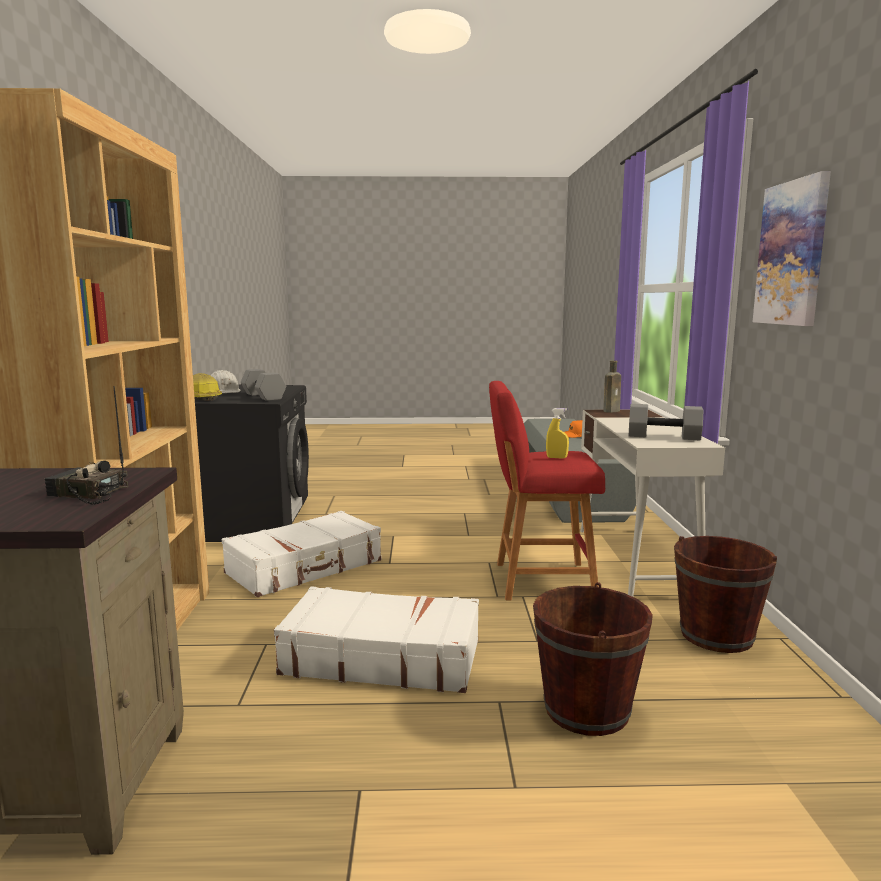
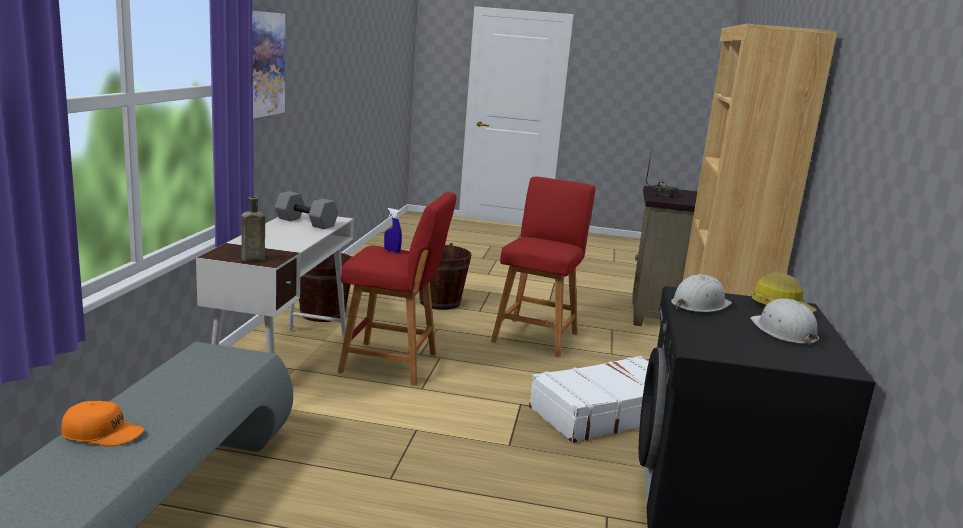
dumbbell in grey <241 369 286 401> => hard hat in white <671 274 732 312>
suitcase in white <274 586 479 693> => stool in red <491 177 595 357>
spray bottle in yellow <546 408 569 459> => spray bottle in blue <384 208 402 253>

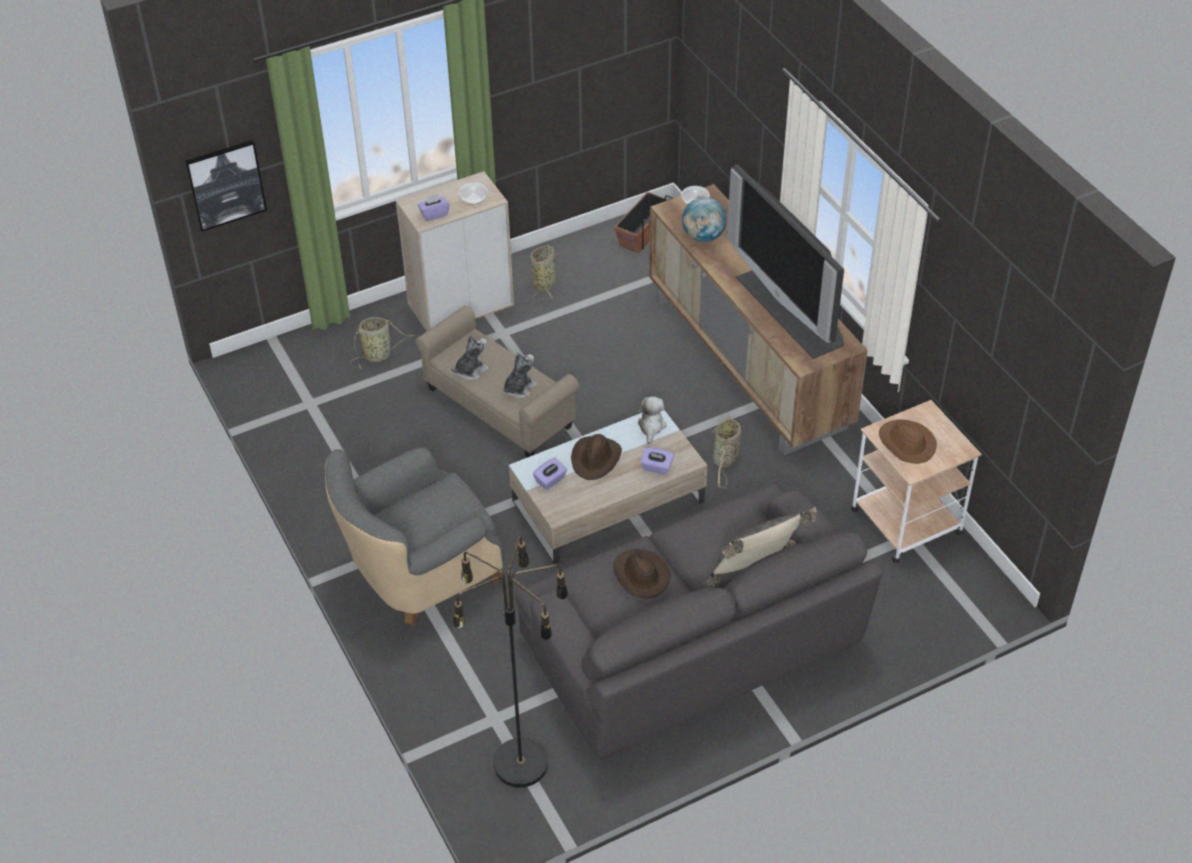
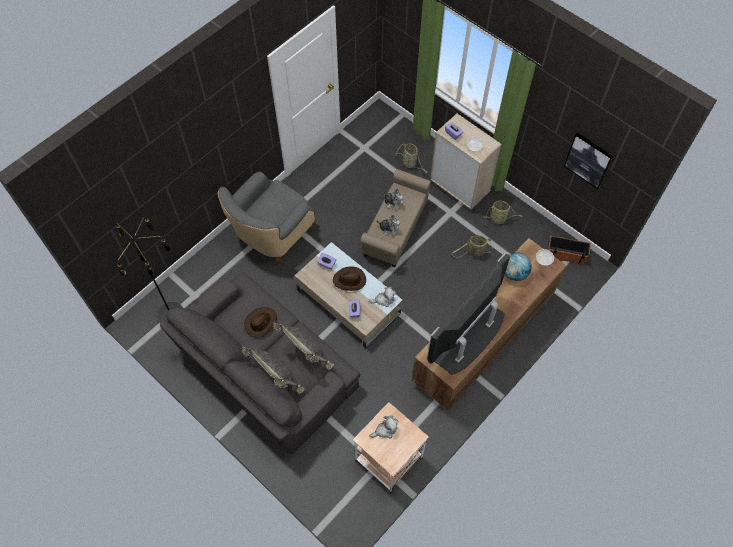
picture <185 140 267 231> => picture <564 133 613 189>, move
armchair in grey <325 447 504 626> => armchair in grey <218 172 315 262>, 90 degrees counterclockwise
basket <710 414 741 488> => basket <452 235 493 257>, move
hat in brown <879 420 937 464> => plush toy <369 416 399 438>
nothing => pillow <273 322 335 370>

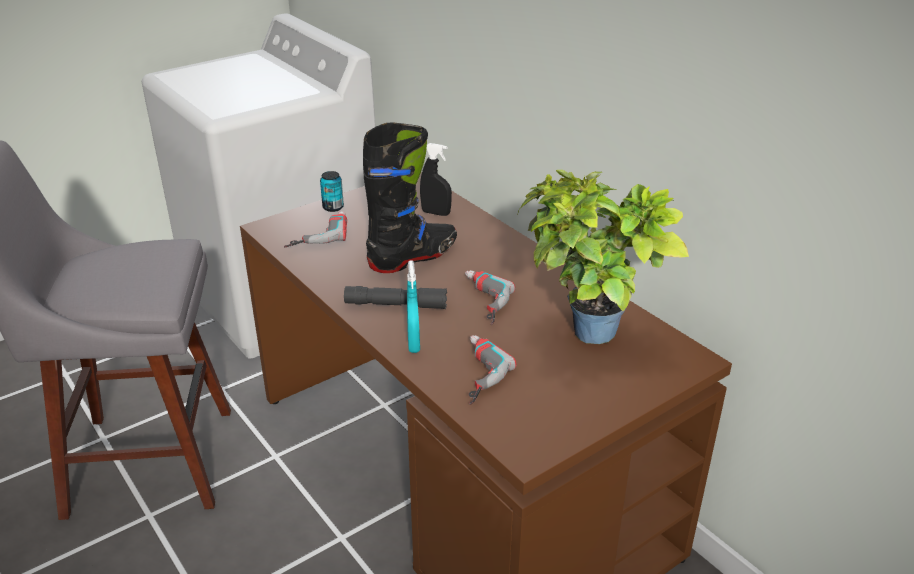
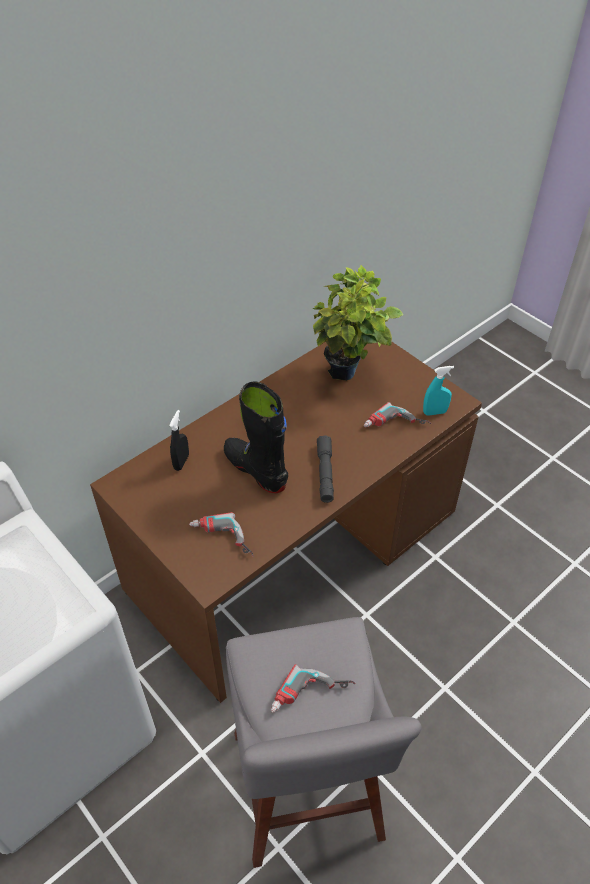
can <320 171 344 212> => nothing
spray bottle in turquoise <407 260 420 353> => spray bottle in turquoise <423 366 454 416>, move
power drill <465 270 515 325> => power drill <271 664 356 713>, move

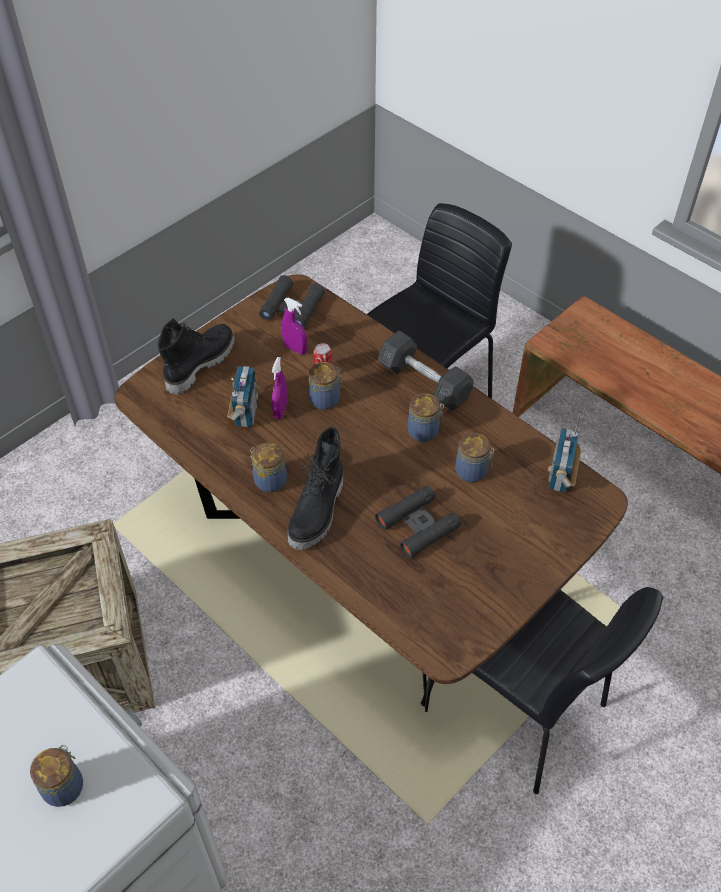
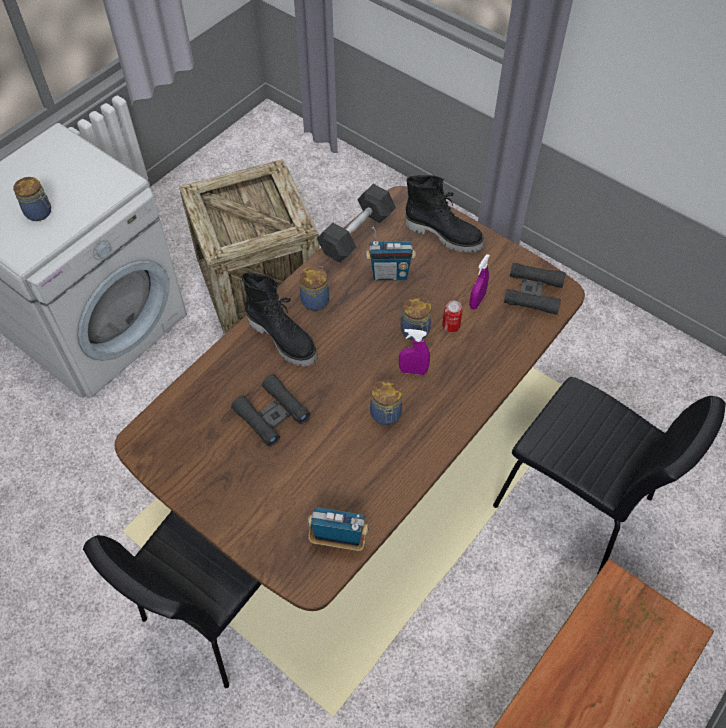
spray bottle in purple <272 357 288 419> => spray bottle in purple <399 329 430 375>, move
boot in black <288 427 343 550> => boot in black <241 273 318 367>, 150 degrees counterclockwise
dumbbell in grey <378 331 474 411> => dumbbell in grey <317 184 396 262>, move
jar <455 433 494 483> => nothing

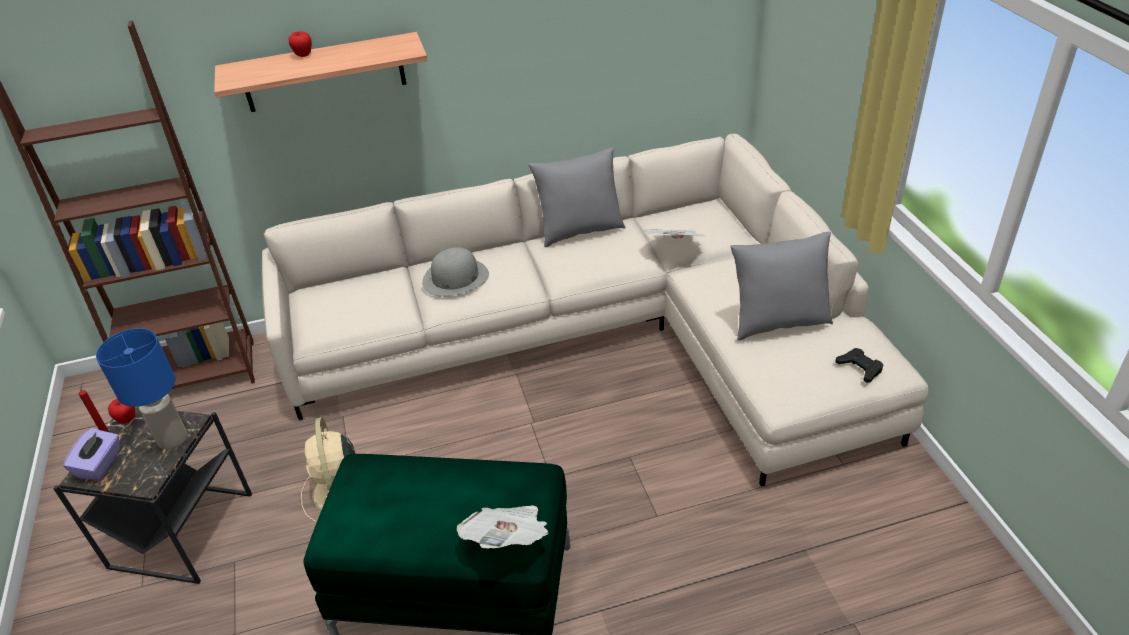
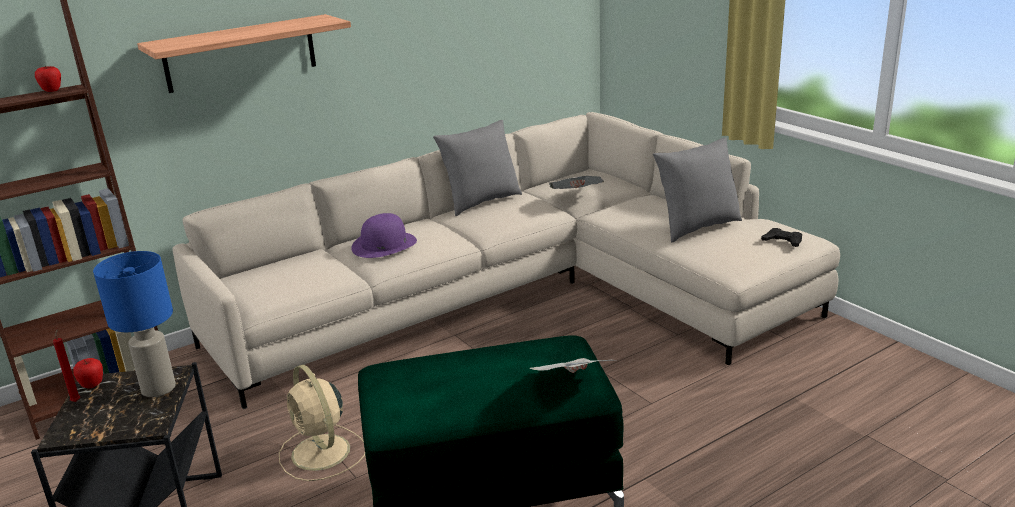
tissue box in purple <63 428 120 480> => nothing
apple <289 31 312 57> => apple <35 65 61 92>, move
hat in grey <422 247 489 297> => hat in purple <351 213 417 258>

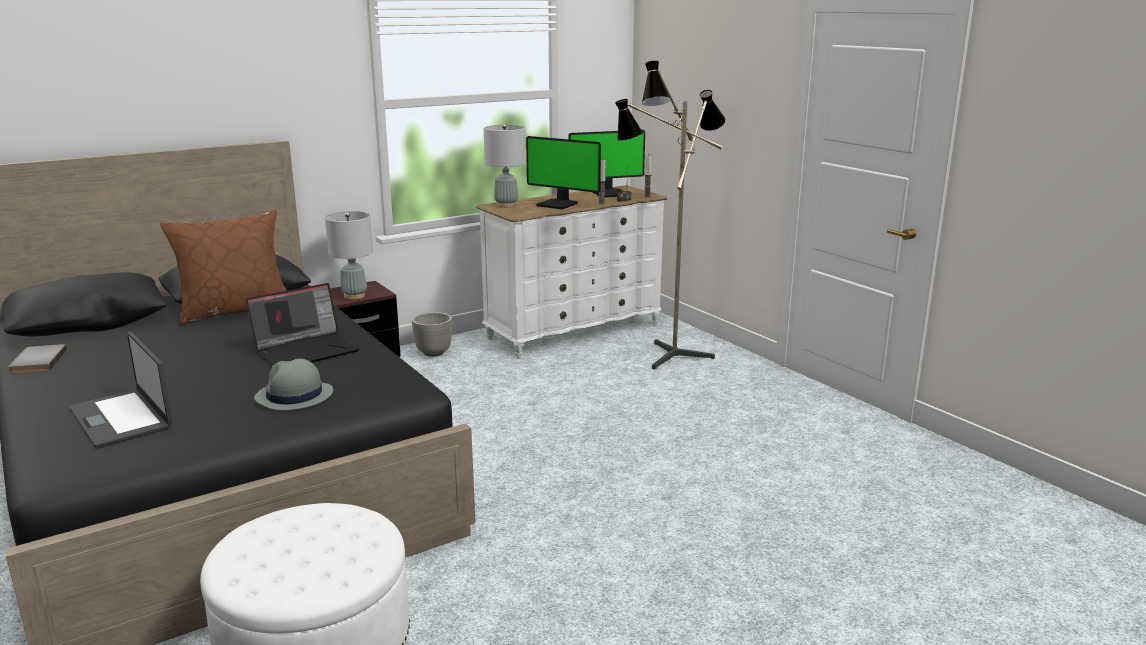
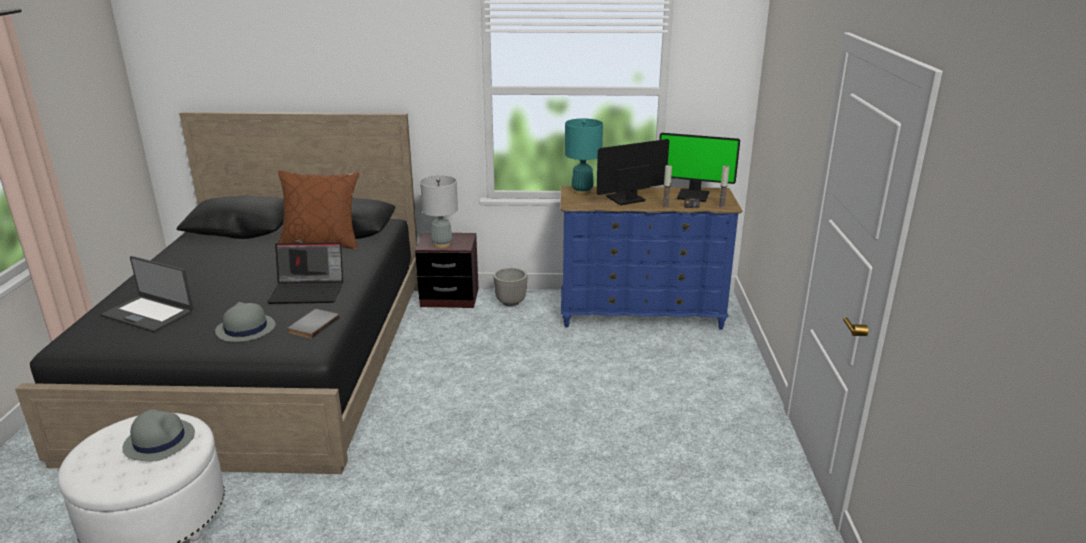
book in grey <8 344 67 373> => book in grey <288 309 340 339>, move
laptop <69 331 173 449> => laptop <101 256 193 332>, 60 degrees counterclockwise
dresser in white <476 185 668 358> => dresser in blue <560 186 743 330>
table lamp in grey <484 124 526 208> => table lamp in turquoise <565 119 603 195>
monitor <526 136 601 209> => monitor <596 139 669 205>, 90 degrees clockwise
floor lamp <615 61 726 369> => nothing
nothing => hat in grey <122 409 195 461>

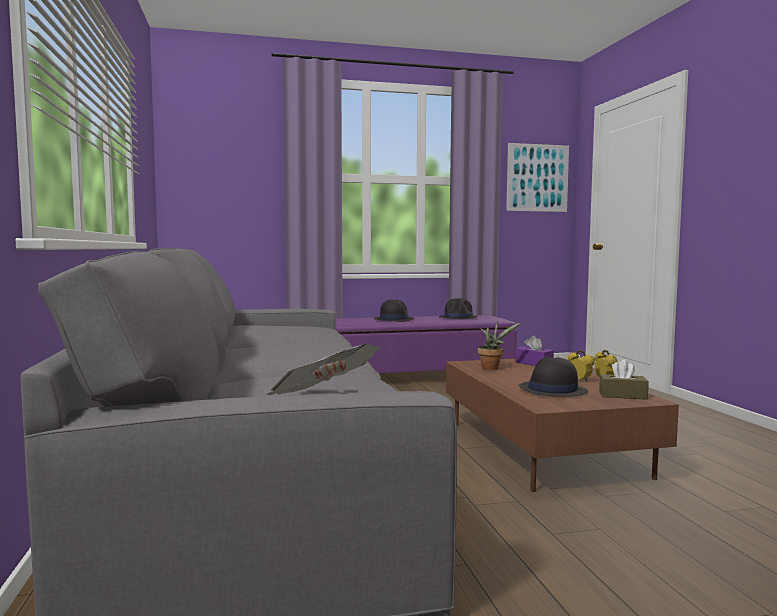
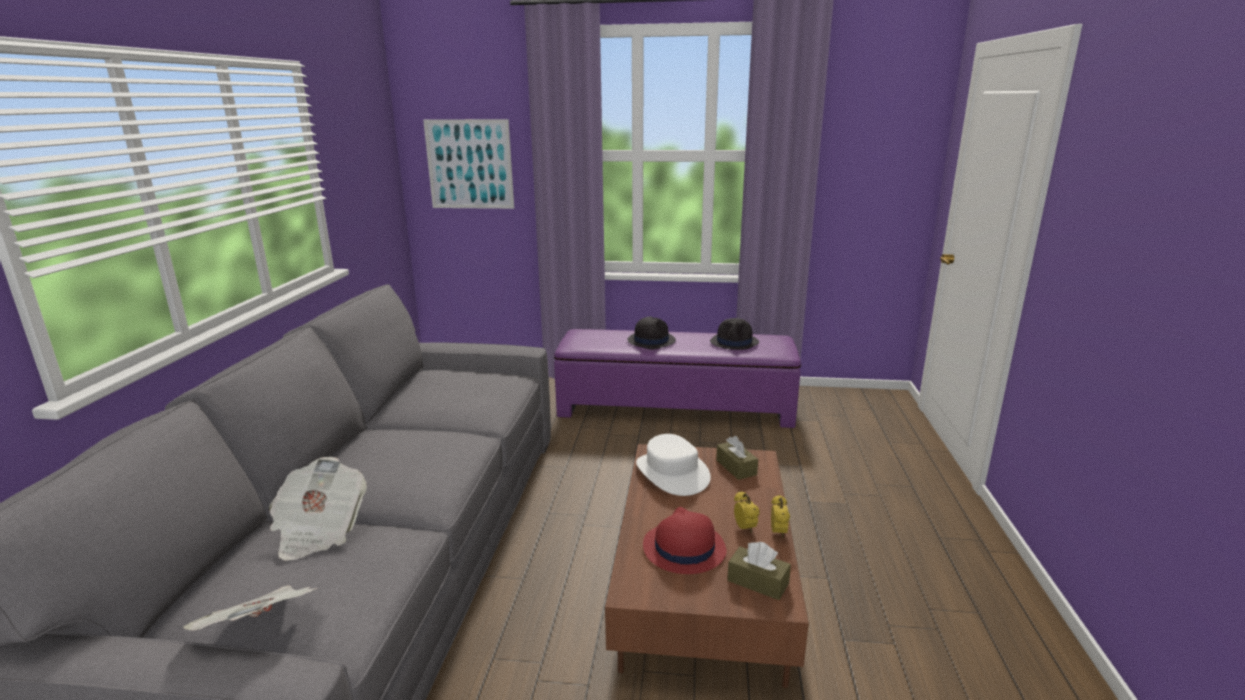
potted plant <478 322 521 370> => hat in white <636 434 711 496>
picture <506 143 569 212> => picture <423 119 514 209>, move
tissue box in purple <515 336 554 366> => tissue box in brown <716 436 758 480>
hat in black <518 357 588 397> => hat in red <643 507 727 574>
nothing => newspaper <269 457 367 561>

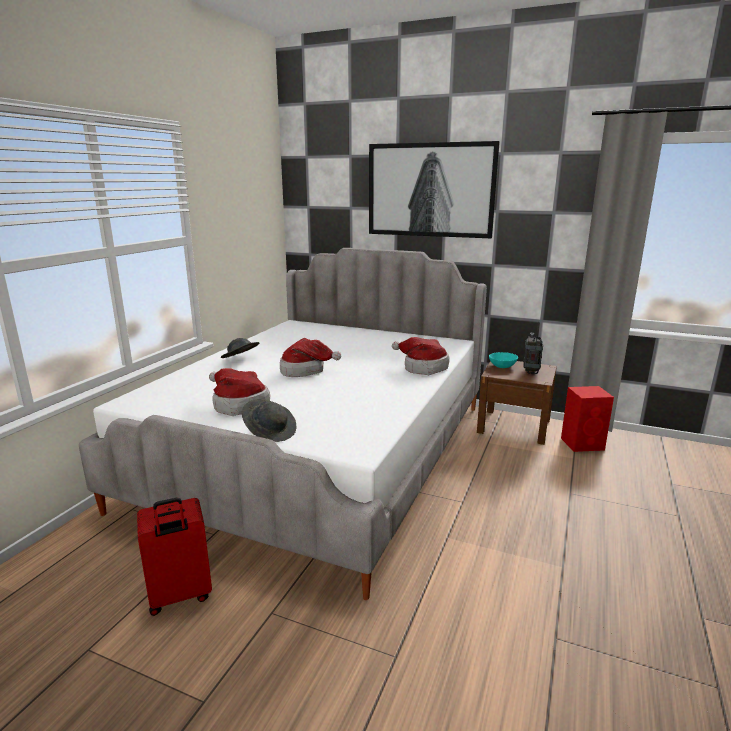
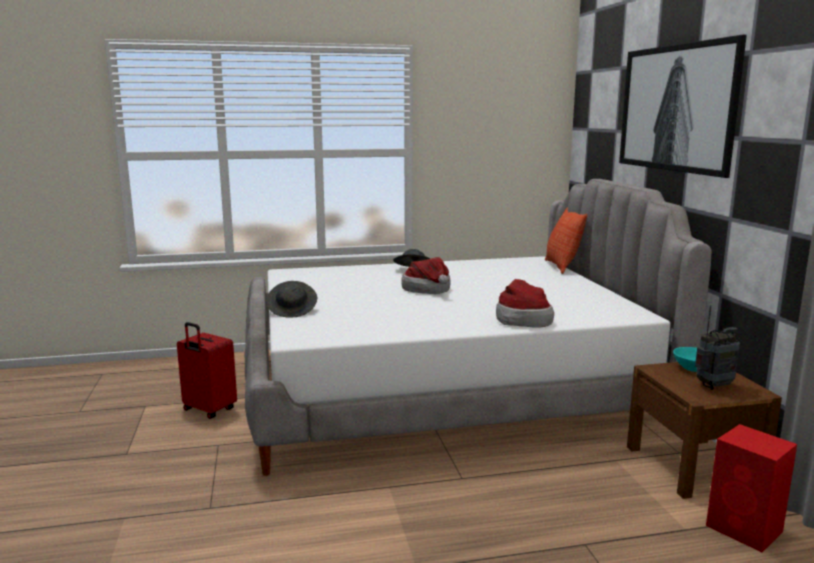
hat <209 368 270 416> => nothing
nothing => pillow in orange <545 207 588 274>

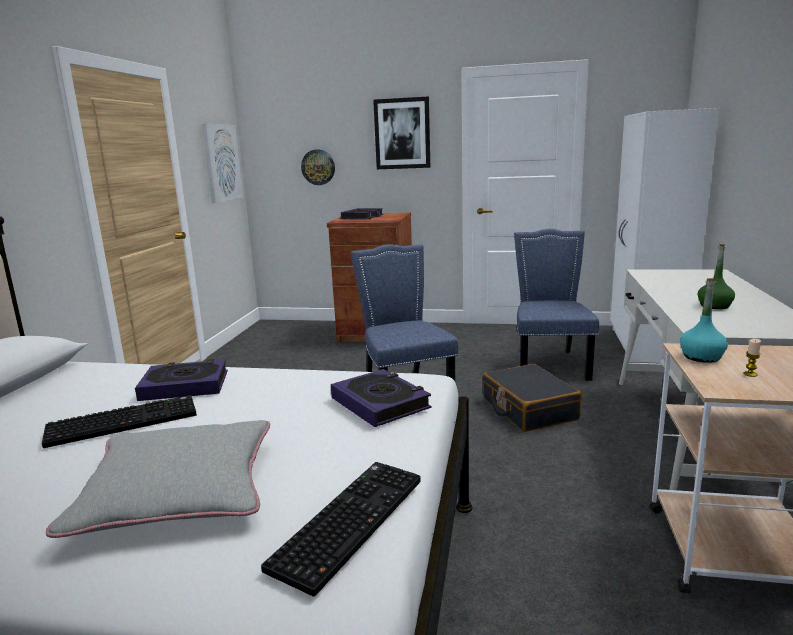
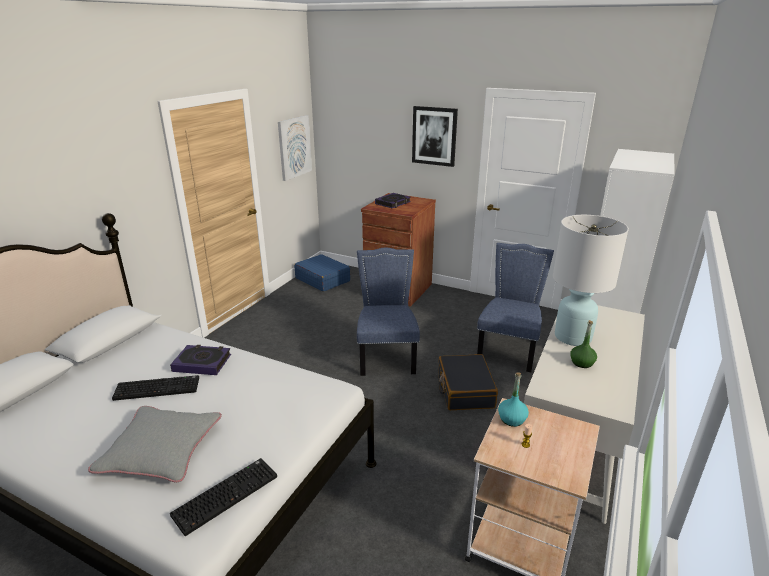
wall clock <301 149 335 185> => nothing
book <331 369 431 427> => nothing
nothing => suitcase in blue <294 254 351 292>
nothing => table lamp in white <553 215 629 346>

